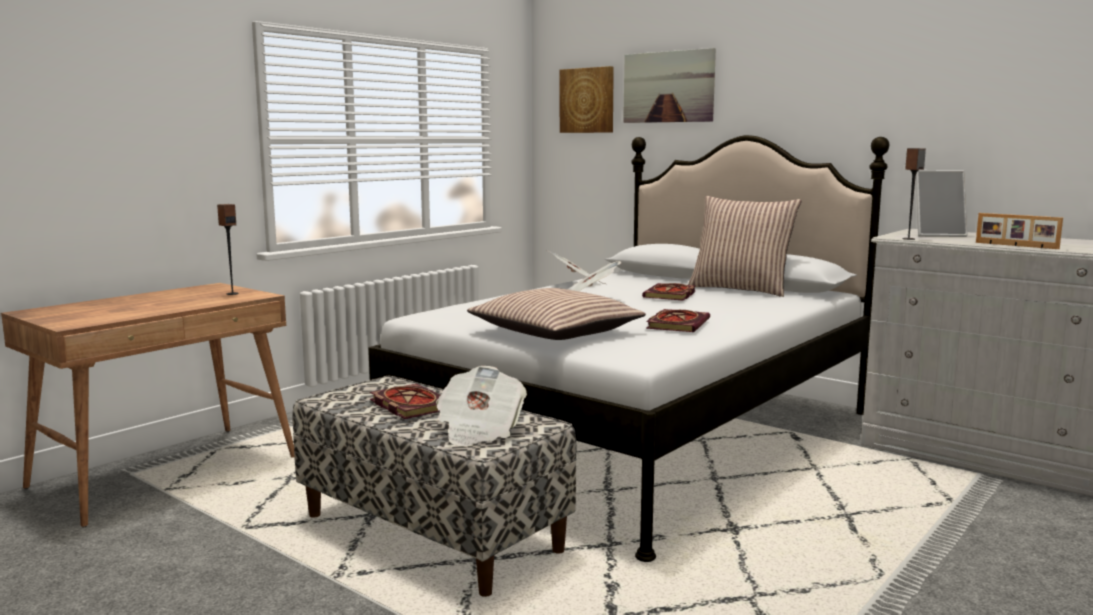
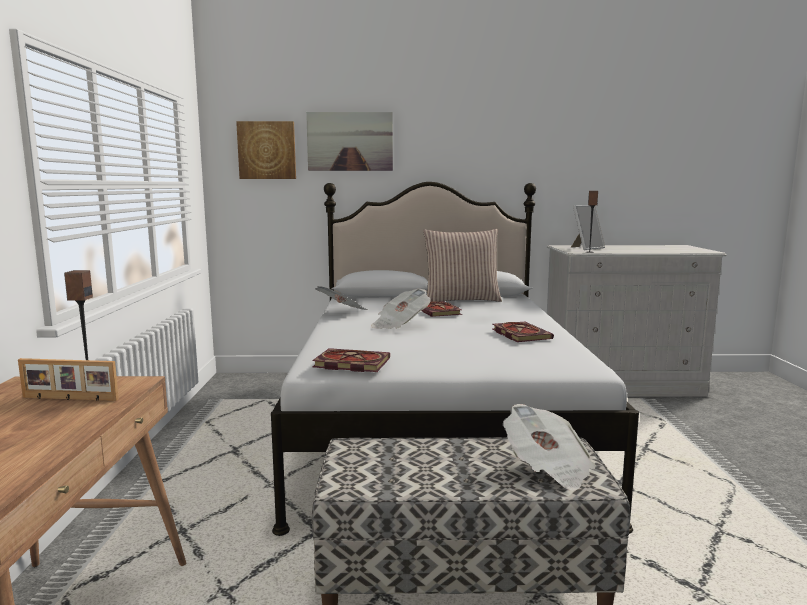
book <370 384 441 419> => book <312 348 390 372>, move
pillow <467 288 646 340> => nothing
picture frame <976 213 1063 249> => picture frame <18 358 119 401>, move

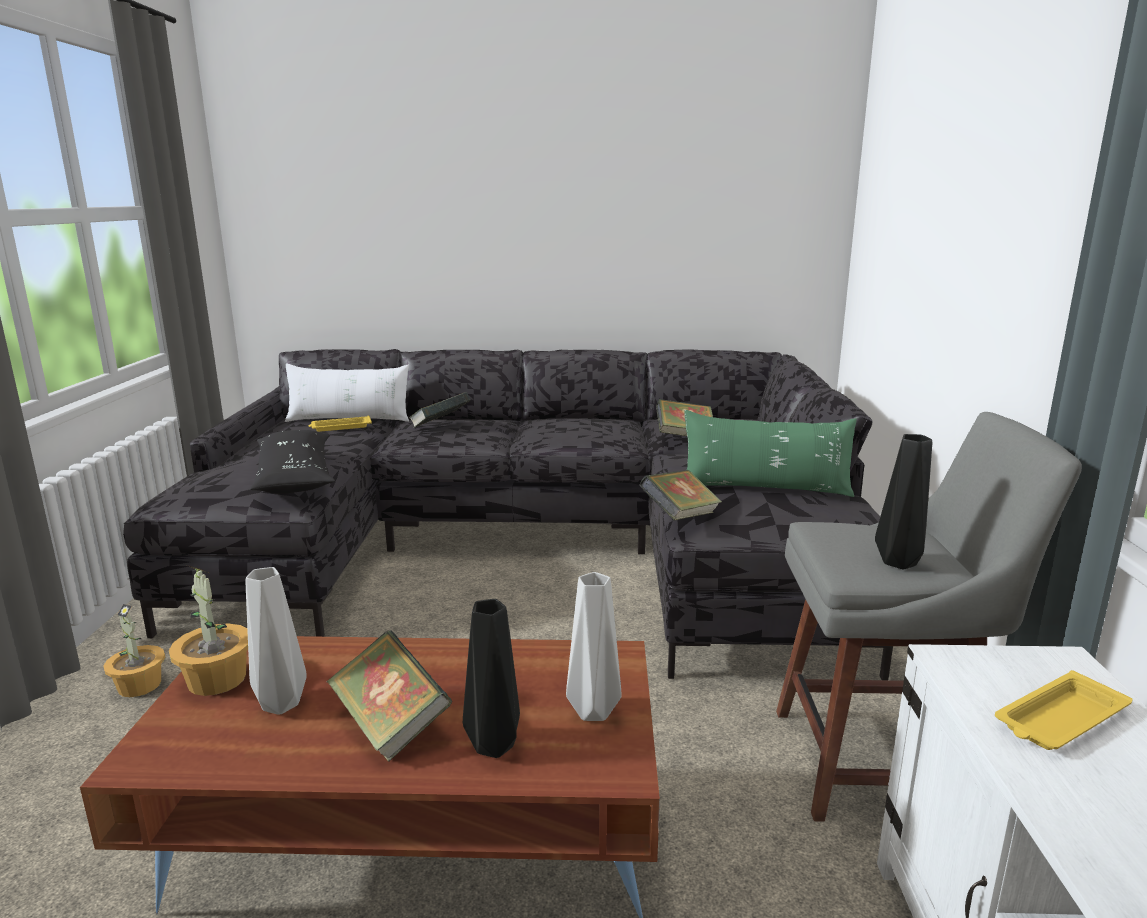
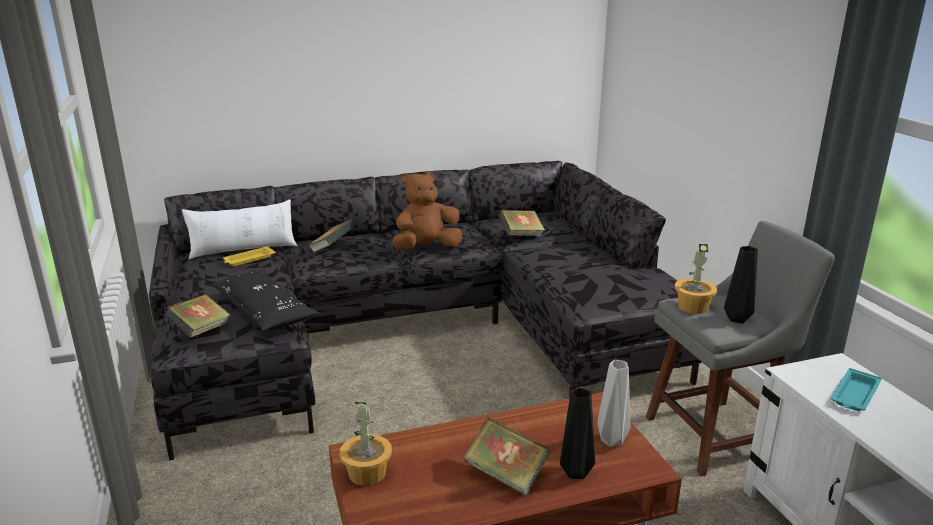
potted plant <103 604 165 697> => potted plant <675 244 717 314>, move
vase in grey <246 567 307 715> => nothing
book <639 470 722 521> => book <163 294 231 338>, move
pillow in green <685 410 857 497> => nothing
tray in yellow <995 670 1132 750> => tray in turquoise <831 368 882 411>
nothing => plush toy in brown <392 172 462 250>

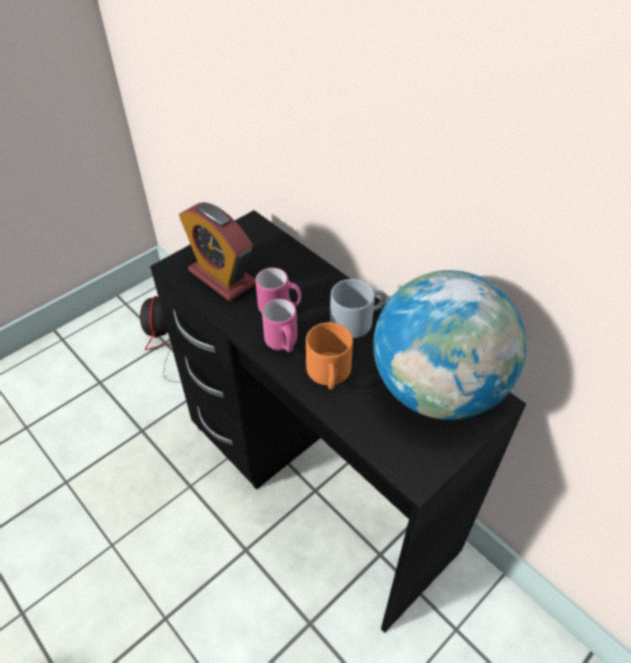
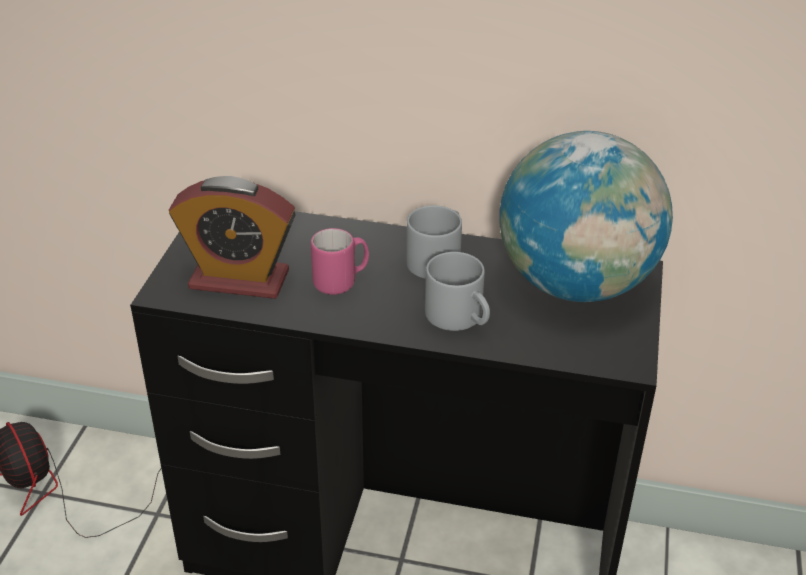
mug in pink <262 299 297 352> => nothing
mug in orange <306 322 353 390> => mug in grey <425 252 490 331>

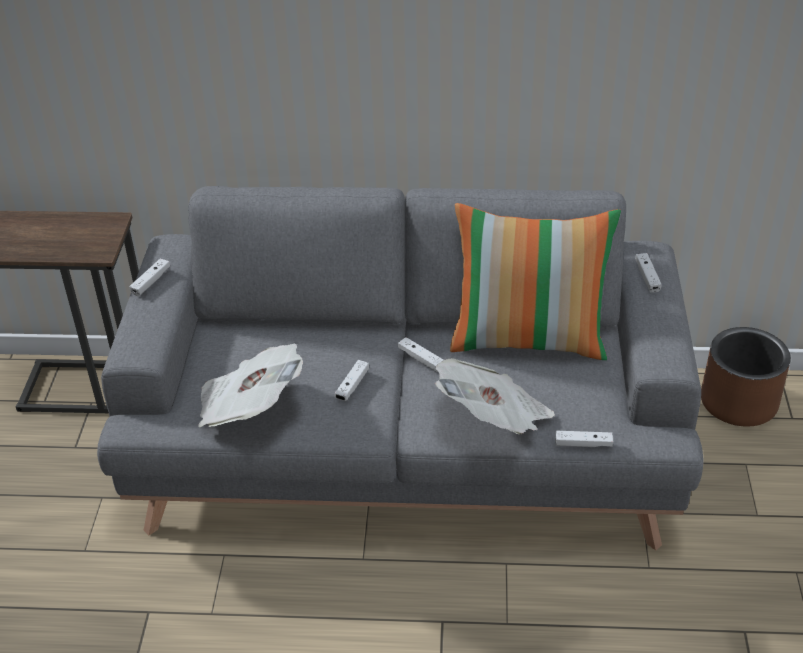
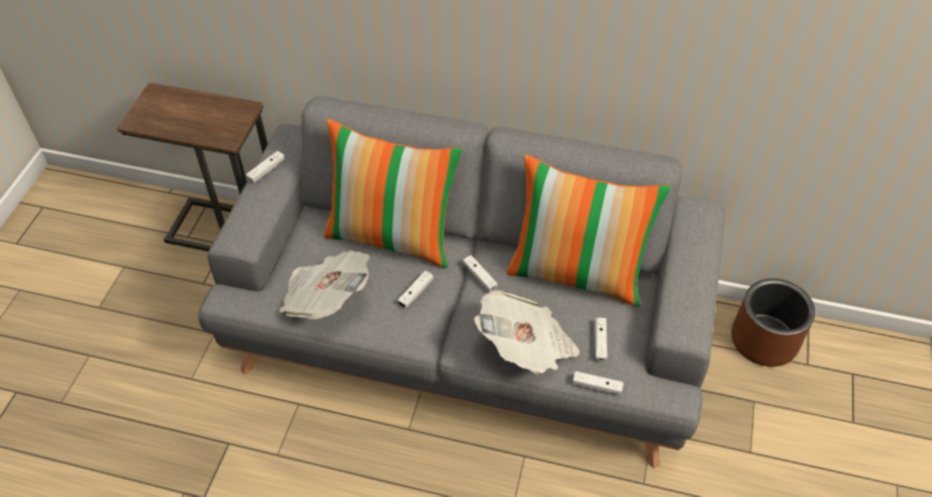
game controller in white <635 253 662 293> => game controller in white <594 317 607 362>, move
nothing => pillow <324 119 462 268>

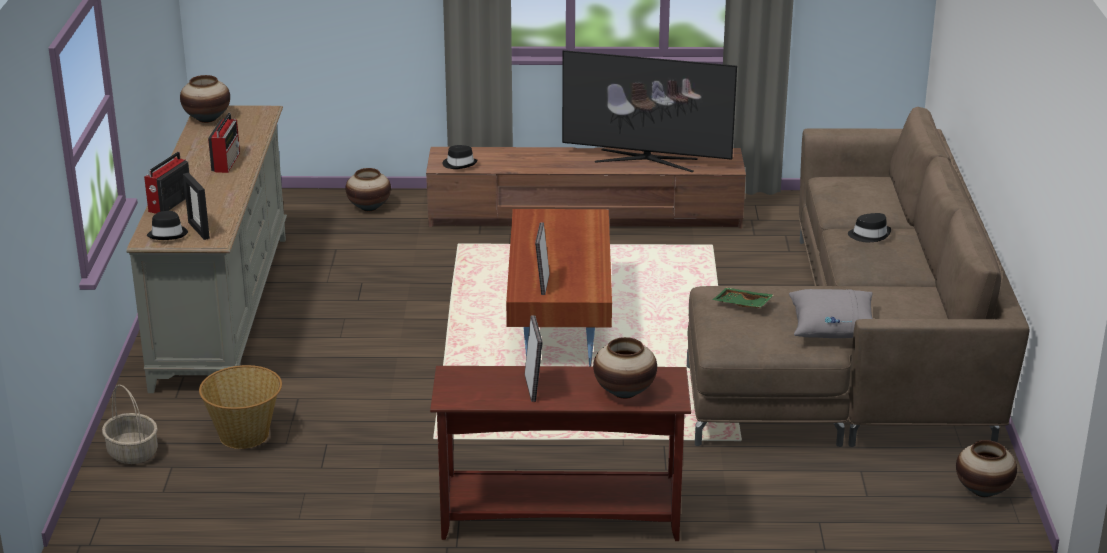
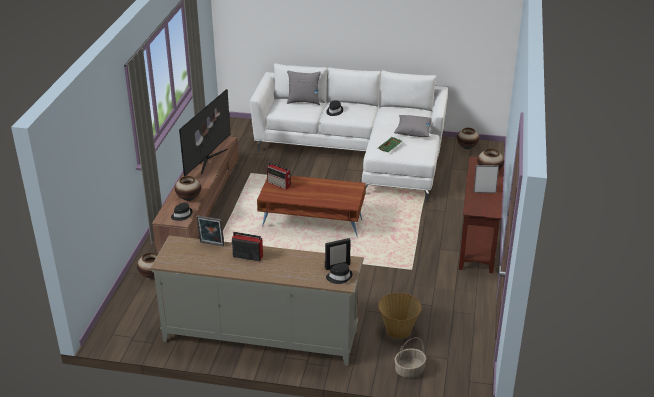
radio <144 152 189 214> => radio <267 162 291 189>, move
vase <180 75 230 123> => vase <175 176 201 201>, move
picture frame <535 223 550 295> => picture frame <196 215 224 246>, move
sofa in brown <687 107 1030 447> => sofa in white <250 63 448 202>
nothing => pillow in grey <287 70 321 105>

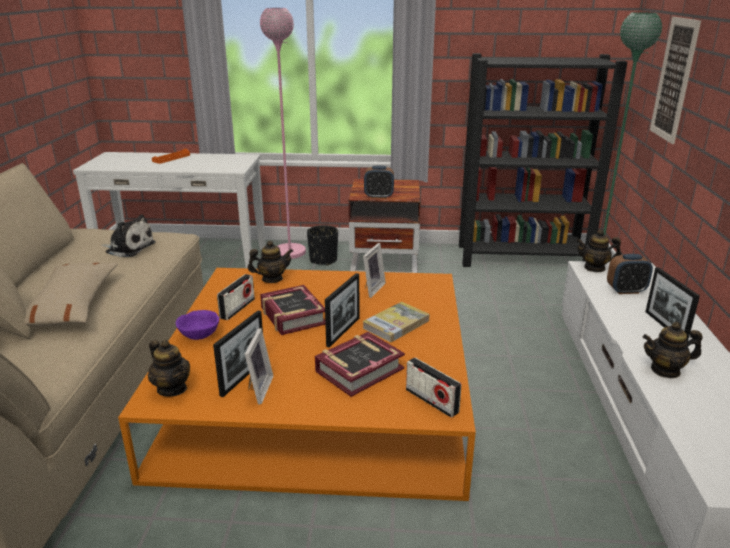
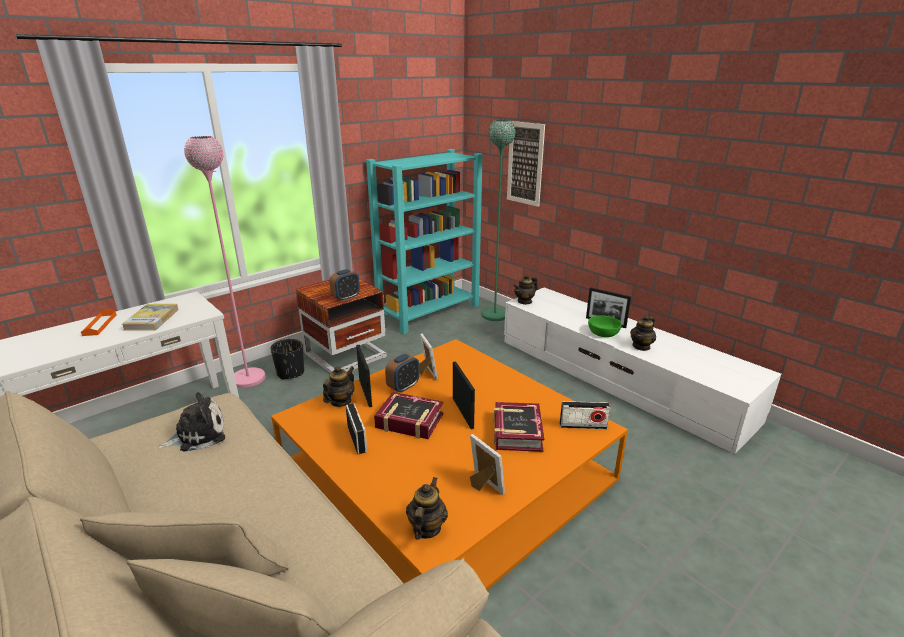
pillow in beige <24 262 118 326> => nothing
teapot <148 340 190 397> => teapot <406 477 448 540>, 75 degrees counterclockwise
bowl in purple <175 310 219 340> => nothing
picture frame <213 311 263 397> => picture frame <356 345 372 407>, move
book <362 302 429 343> => book <121 304 179 331>, move
bookcase in black <459 53 627 267> => bookcase in turquoise <366 149 483 334>
alarm clock <607 254 653 294> => alarm clock <385 354 420 393>, move
nothing => bowl in green <588 316 622 337>

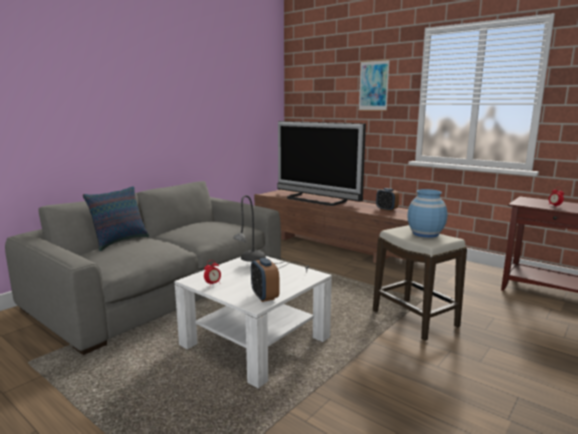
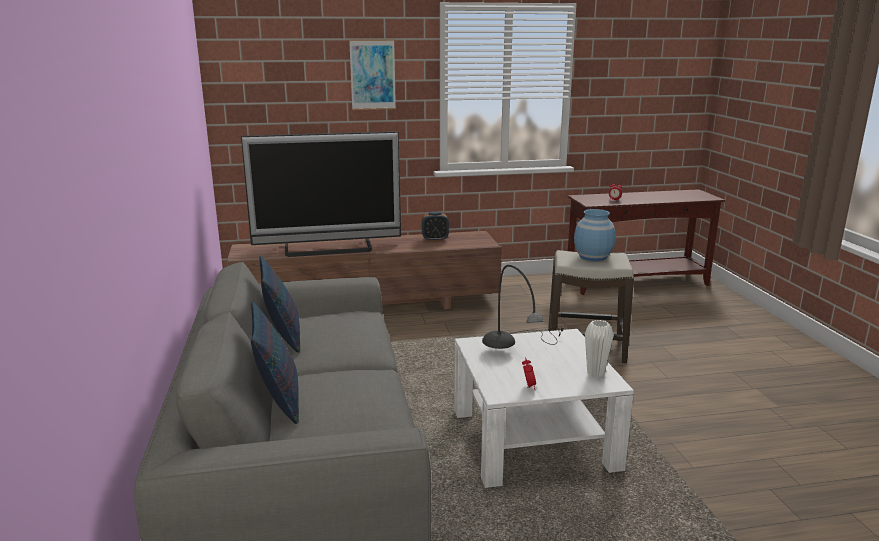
alarm clock <251 258 280 302> => vase in white <585 320 613 377>
nothing => pillow in blue <259 256 300 353>

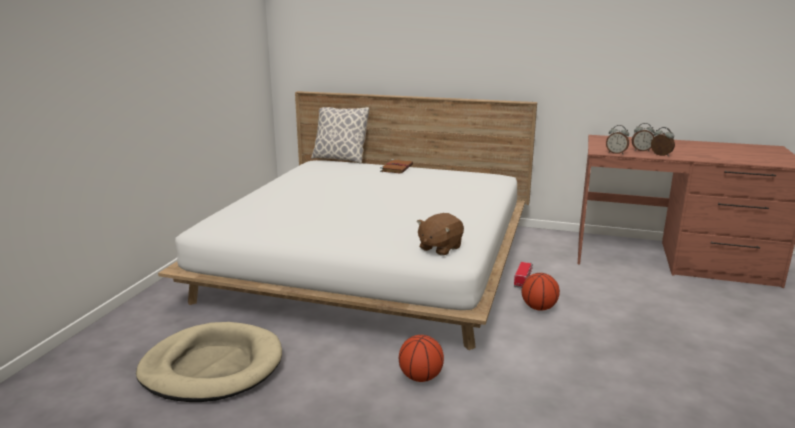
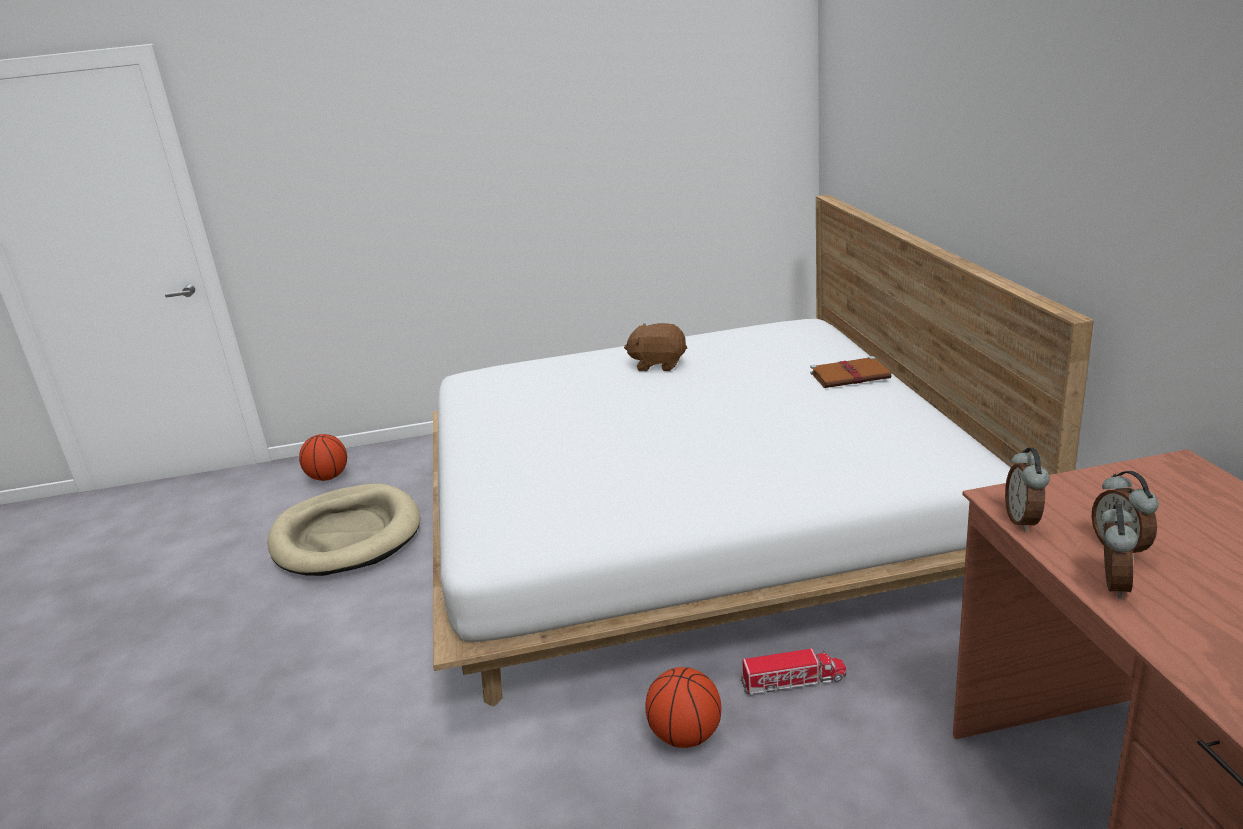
pillow <311 107 369 164> => nothing
basketball <399 335 444 382> => basketball <299 434 347 481>, move
plush toy in brown <417 213 464 256> => plush toy in brown <624 323 687 371>, move

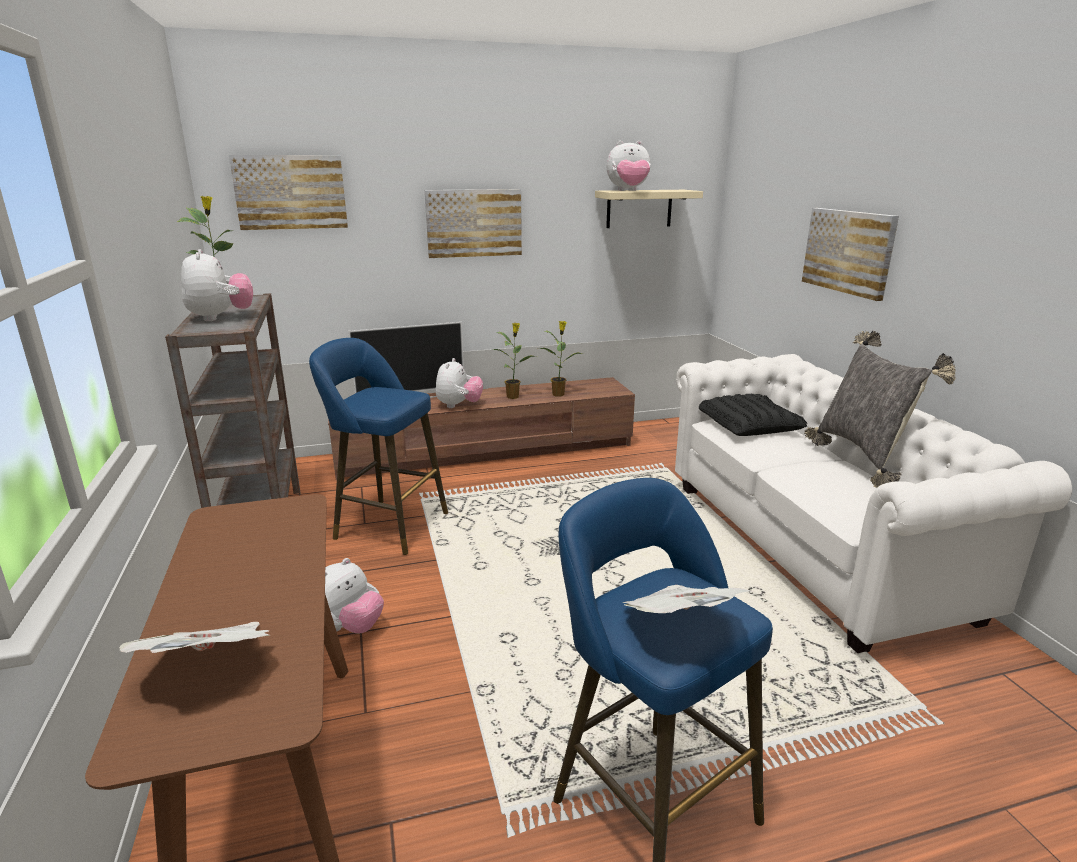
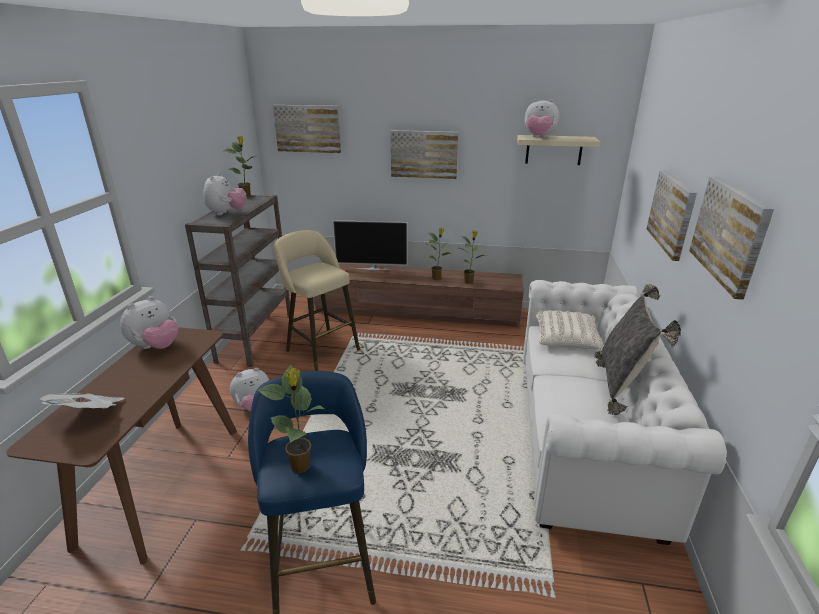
stool in blue <309 338 448 555> => stool in beige <274 230 360 371>
plush toy <436 358 483 408> => plush toy <120 296 179 349>, move
newspaper <622 585 751 613> => potted plant <258 365 325 473>
pillow in black <699 393 807 436> => pillow in beige <536 310 603 350>
nothing => picture <689 176 774 300>

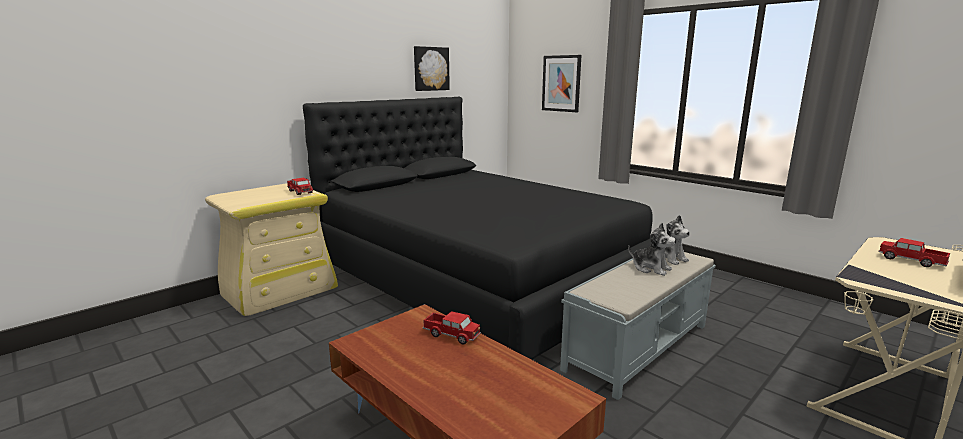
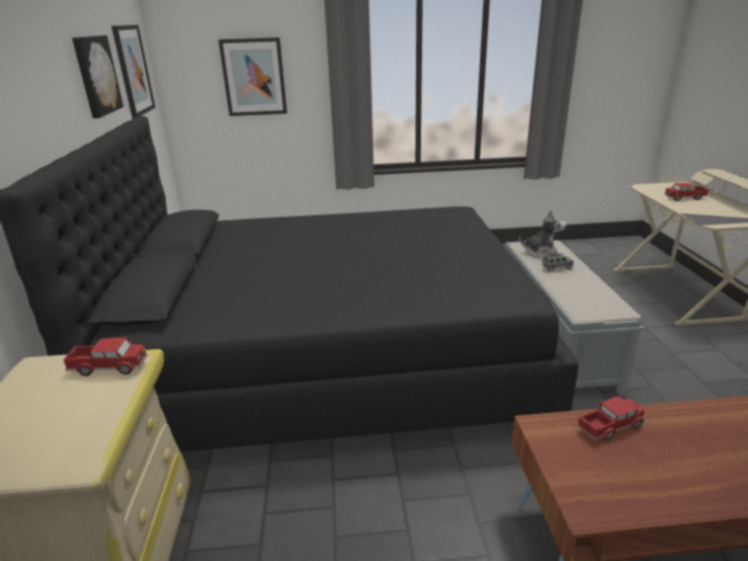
plush toy <628 223 676 276> => toy car in grey <542 252 574 272>
nothing => picture <112 25 155 118>

